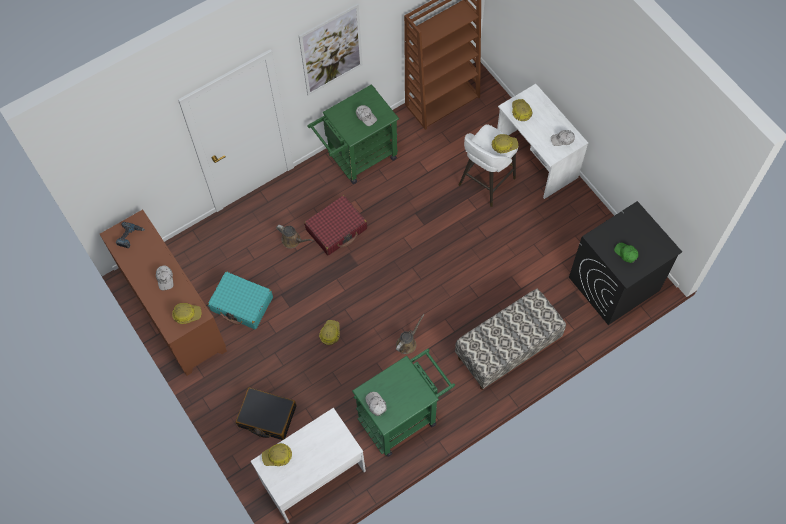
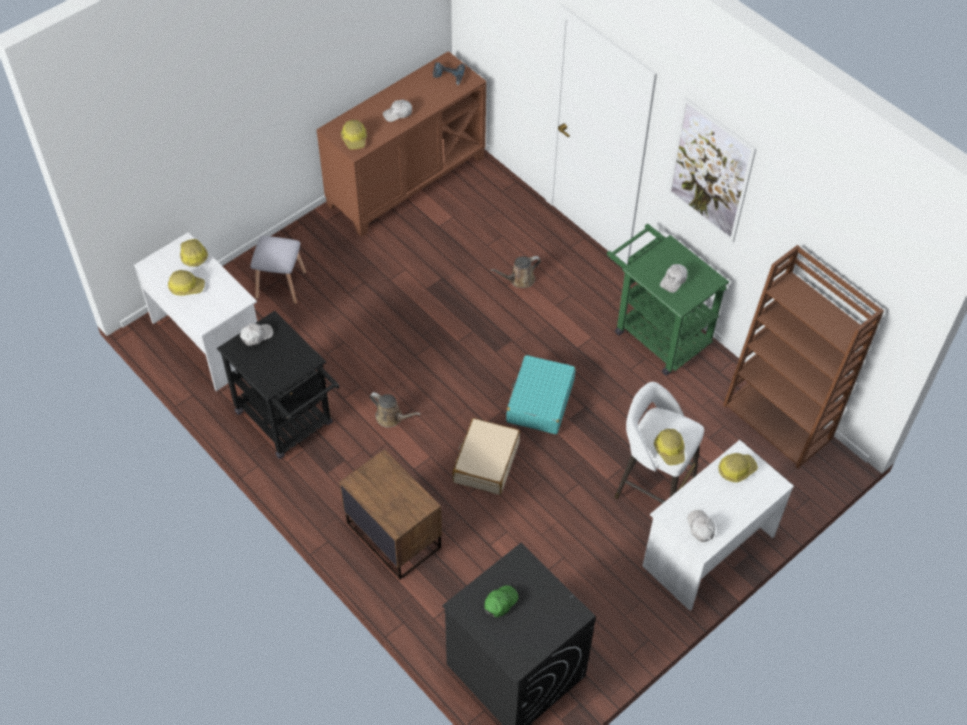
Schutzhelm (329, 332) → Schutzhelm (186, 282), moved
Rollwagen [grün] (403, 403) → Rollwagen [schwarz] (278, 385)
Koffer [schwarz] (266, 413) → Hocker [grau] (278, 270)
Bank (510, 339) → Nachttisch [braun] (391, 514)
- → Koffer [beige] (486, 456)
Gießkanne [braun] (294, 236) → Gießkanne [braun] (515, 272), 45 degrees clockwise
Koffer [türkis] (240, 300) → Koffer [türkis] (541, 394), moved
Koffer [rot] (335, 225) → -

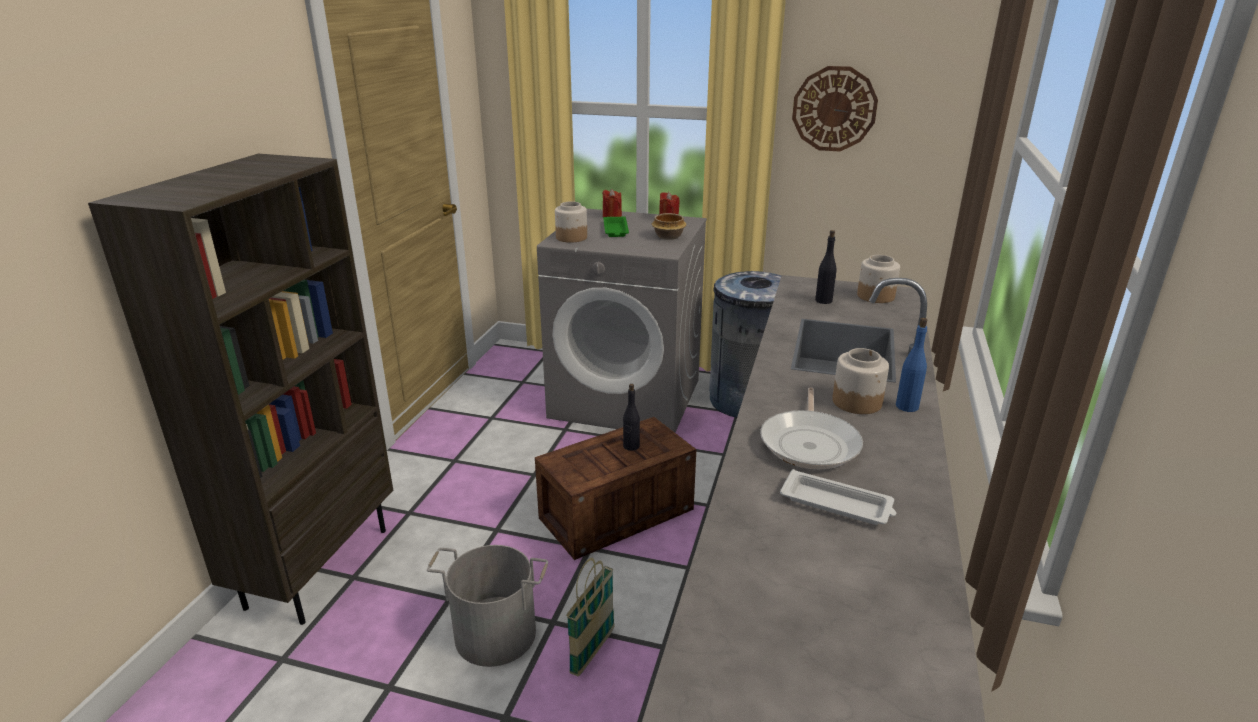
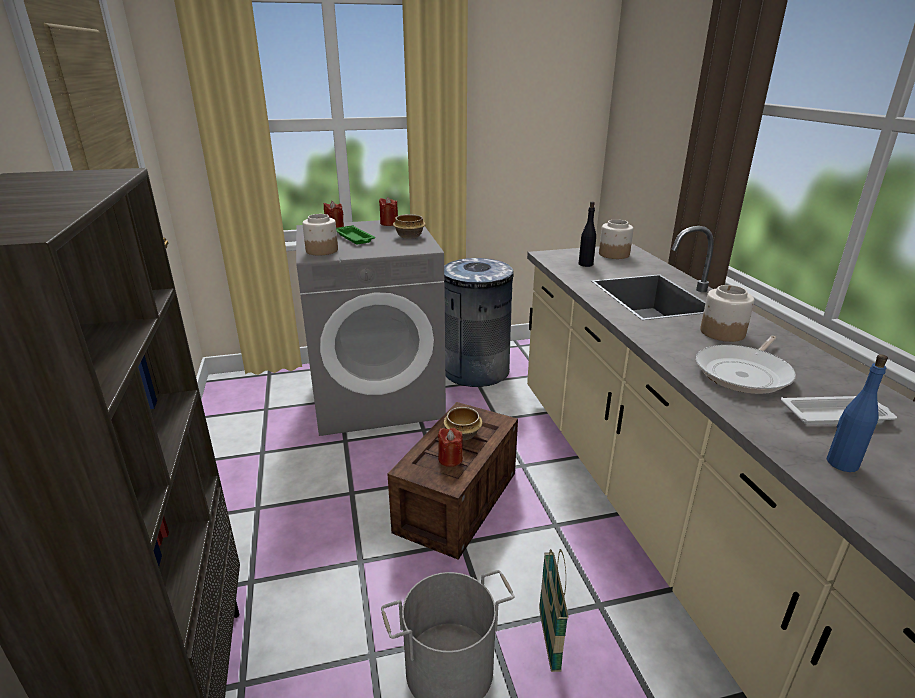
- → Kerze [rot] (450, 447)
Flasche [schwarz] (631, 417) → Schüssel (463, 423)
Pfanne (811, 428) → Pfanne (746, 365), 60 degrees clockwise
Flasche [blau] (911, 365) → Flasche [blau] (857, 413), moved
Wanduhr (835, 108) → -

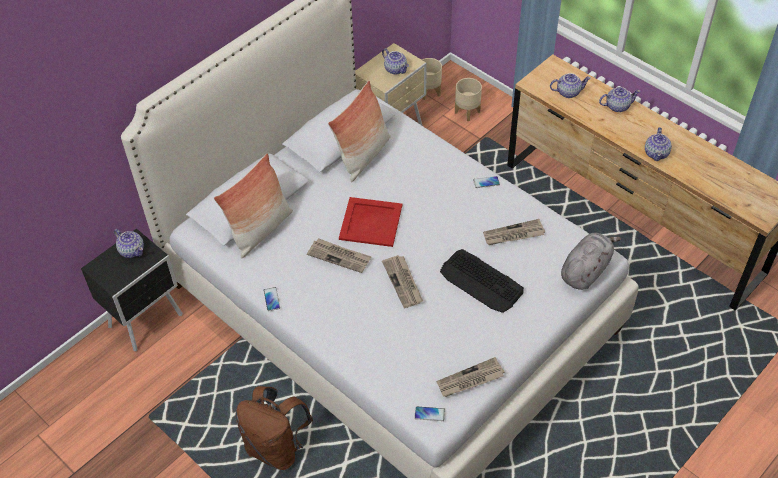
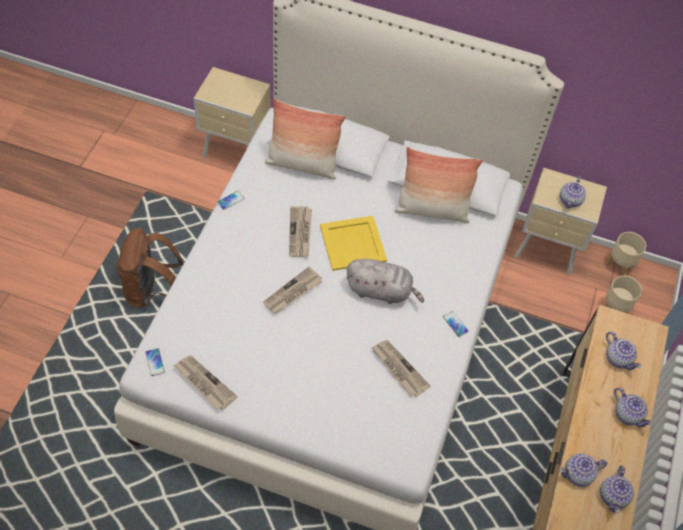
Nachttisch [schwarz] (131, 290) → Nachttisch [beige] (232, 112)
Tablett [rot] (370, 222) → Tablett [gelb] (353, 243)
Plüschtier [grau] (591, 261) → Plüschtier [grau] (385, 281), moved
Teekanne (129, 243) → Teekanne (617, 489), moved
Tastatur (482, 281) → -

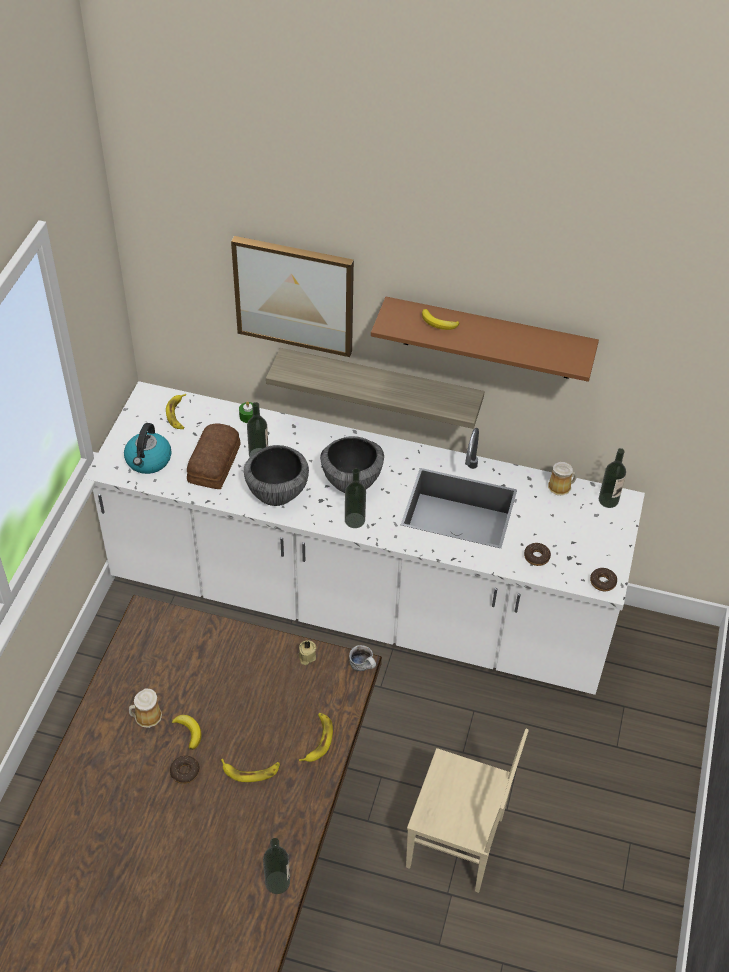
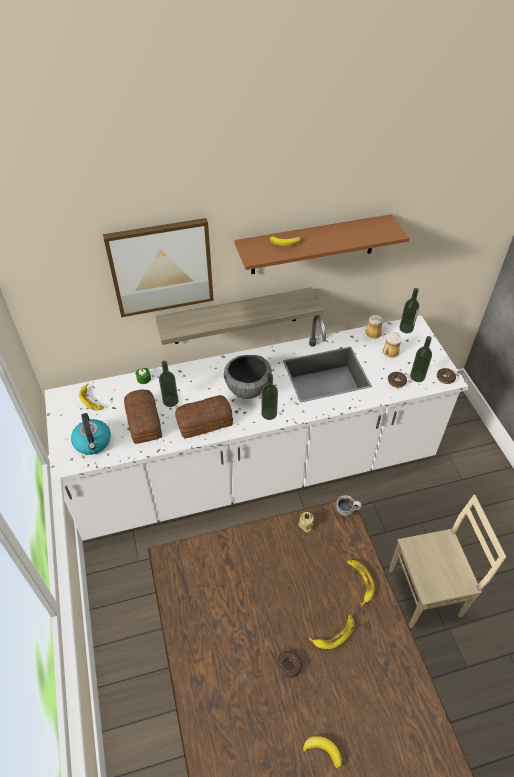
Schüssel (276, 475) → Brot (204, 417)
Banane (186, 732) → Banane (322, 752), moved
Henkelbecher (145, 708) → Henkelbecher (391, 345), moved
Flasche (276, 866) → Flasche (421, 359), moved

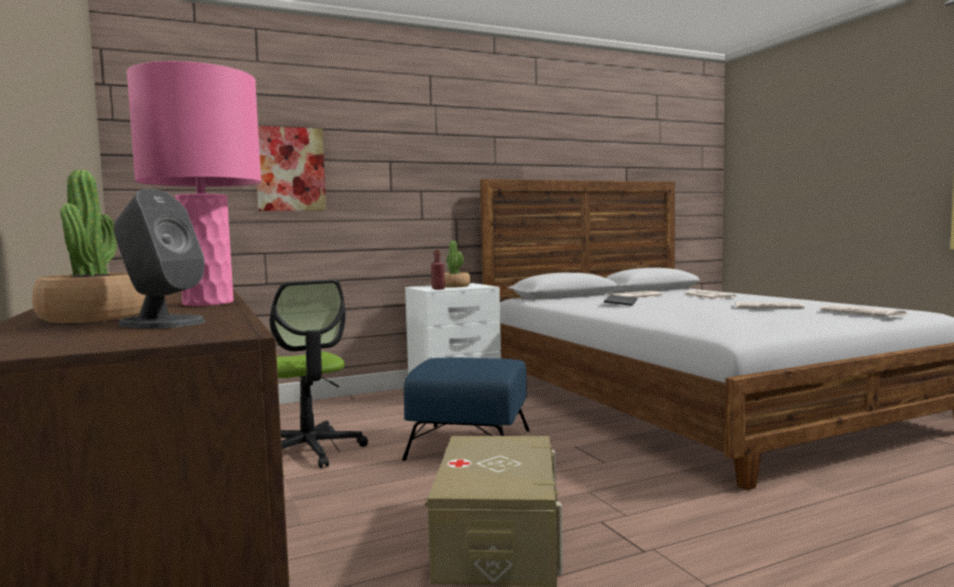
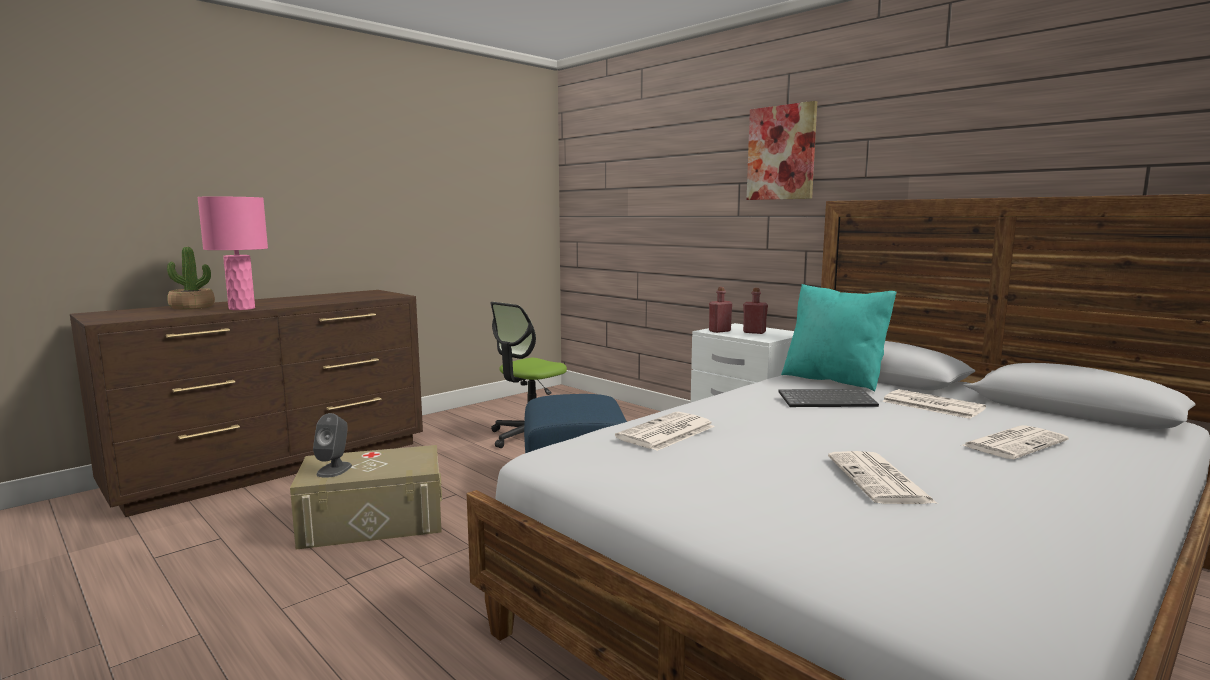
Lautsprecher [grau] (160, 258) → Lautsprecher [grau] (332, 445), moved
Zeitung (863, 311) → Zeitung (665, 431), moved
Topfpflanze (457, 264) → Flasche [rot] (755, 311)
Bild (291, 168) → Bild (782, 150), moved
- → Kissen [türkis] (839, 337)

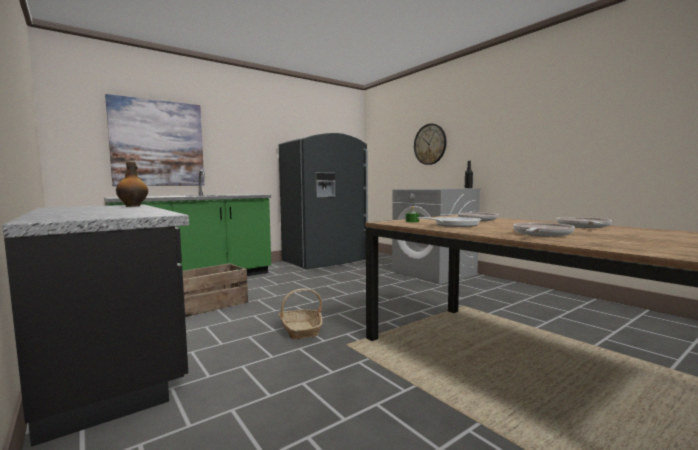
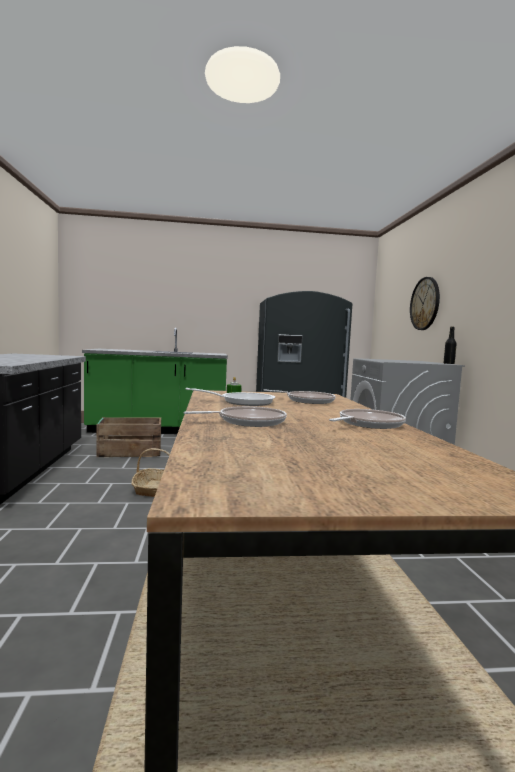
Bild (154, 140) → -
Flasche (132, 184) → -

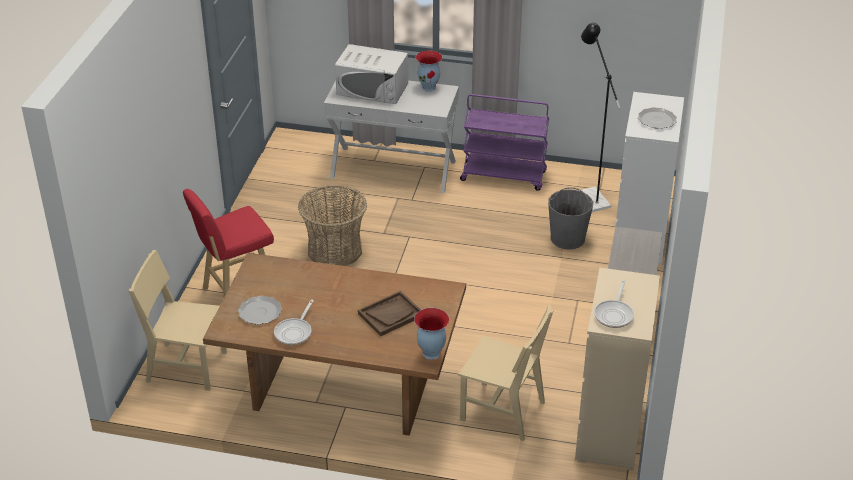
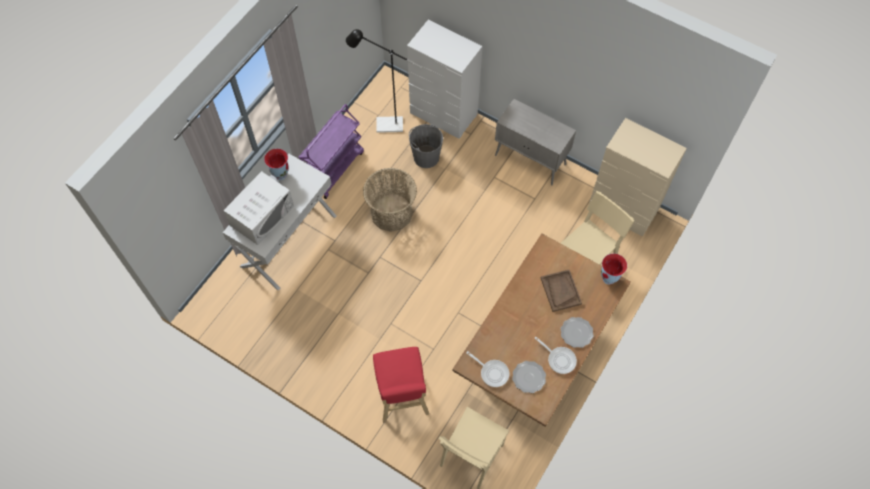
Korb (332, 225) → Korb (390, 200), moved
Pfanne (614, 304) → Pfanne (487, 369), moved
Teller (657, 118) → Teller (577, 332), moved

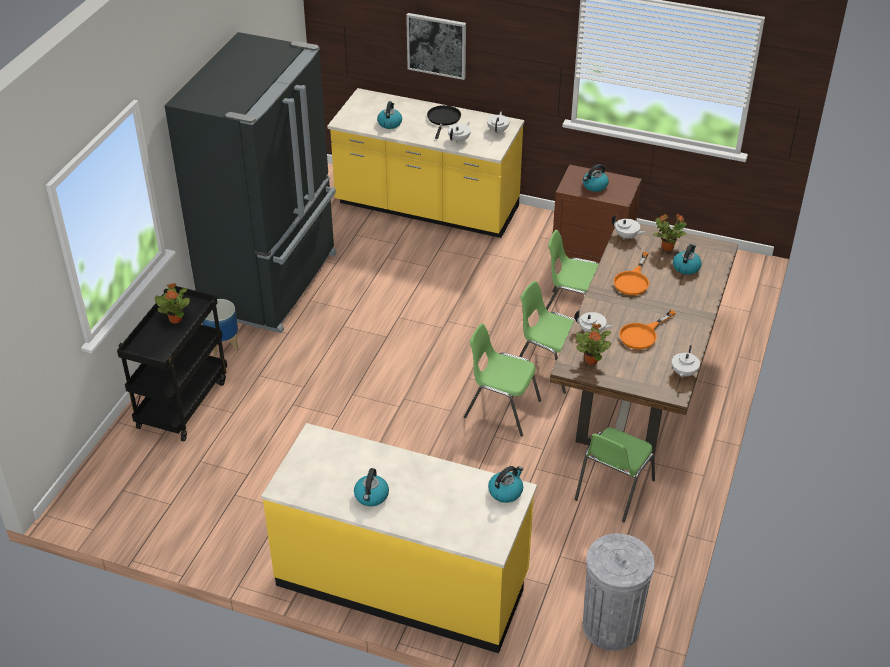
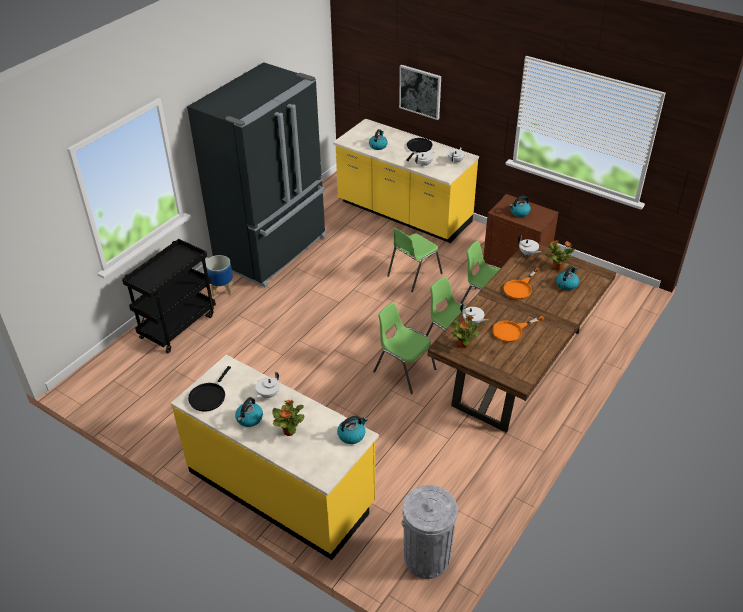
- → Pfanne [schwarz] (209, 388)
Teekanne [weiß] (686, 361) → Teekanne [weiß] (267, 385), moved
Topfpflanze (172, 303) → Topfpflanze (288, 417), moved
Stuhl [grün] (615, 474) → Stuhl [grün] (415, 259), moved

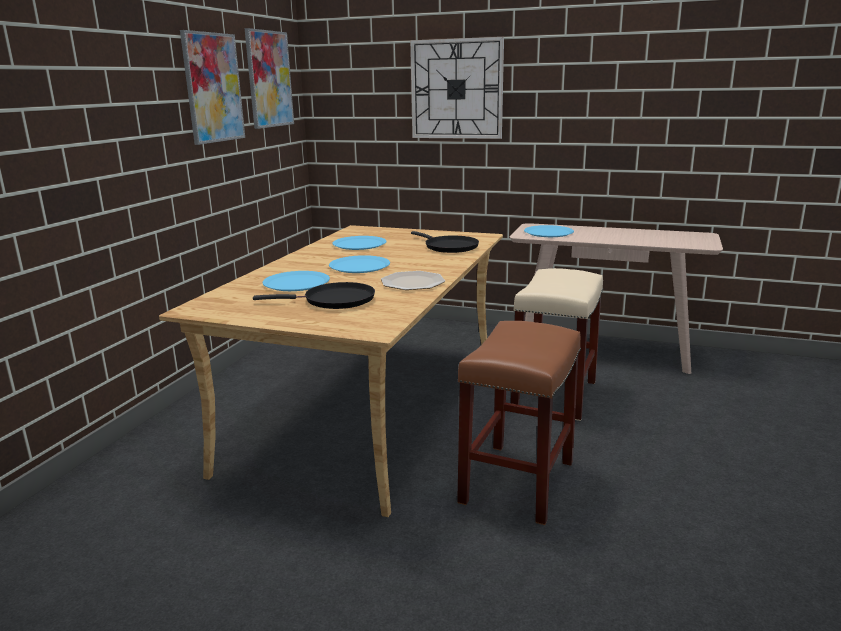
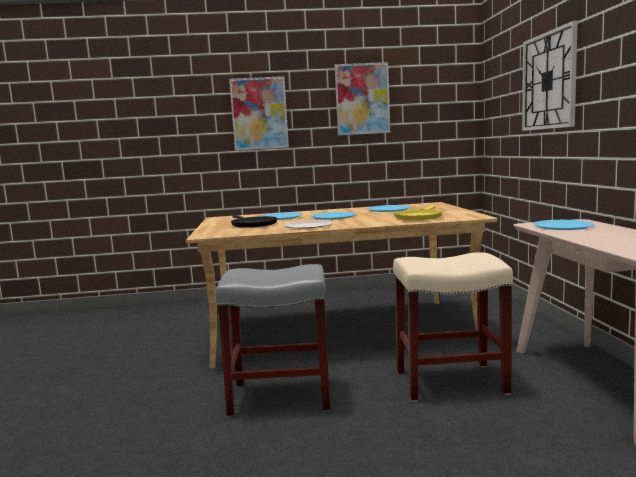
Hocker [braun] (519, 423) → Hocker [grau] (273, 340)
Bild (269, 78) → Bild (259, 113), moved
Pfanne [schwarz] (445, 242) → Pfanne [gelb] (418, 213)

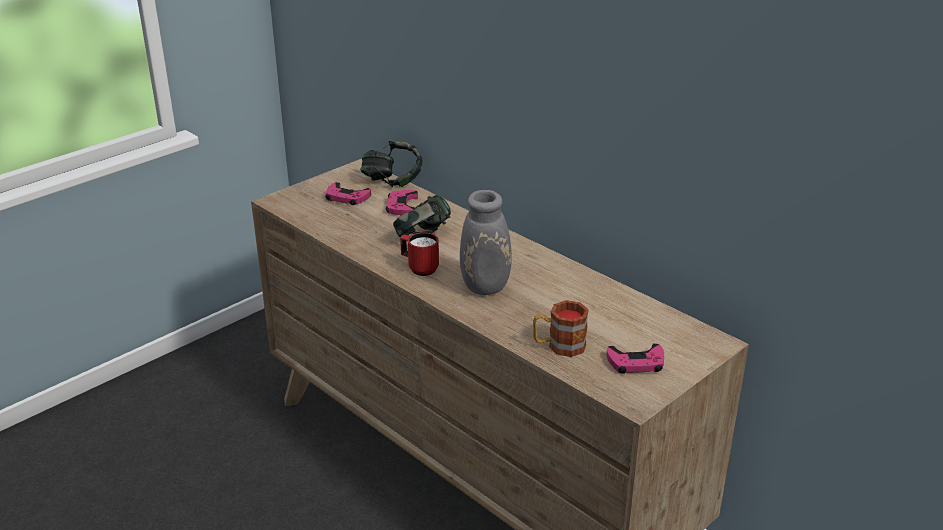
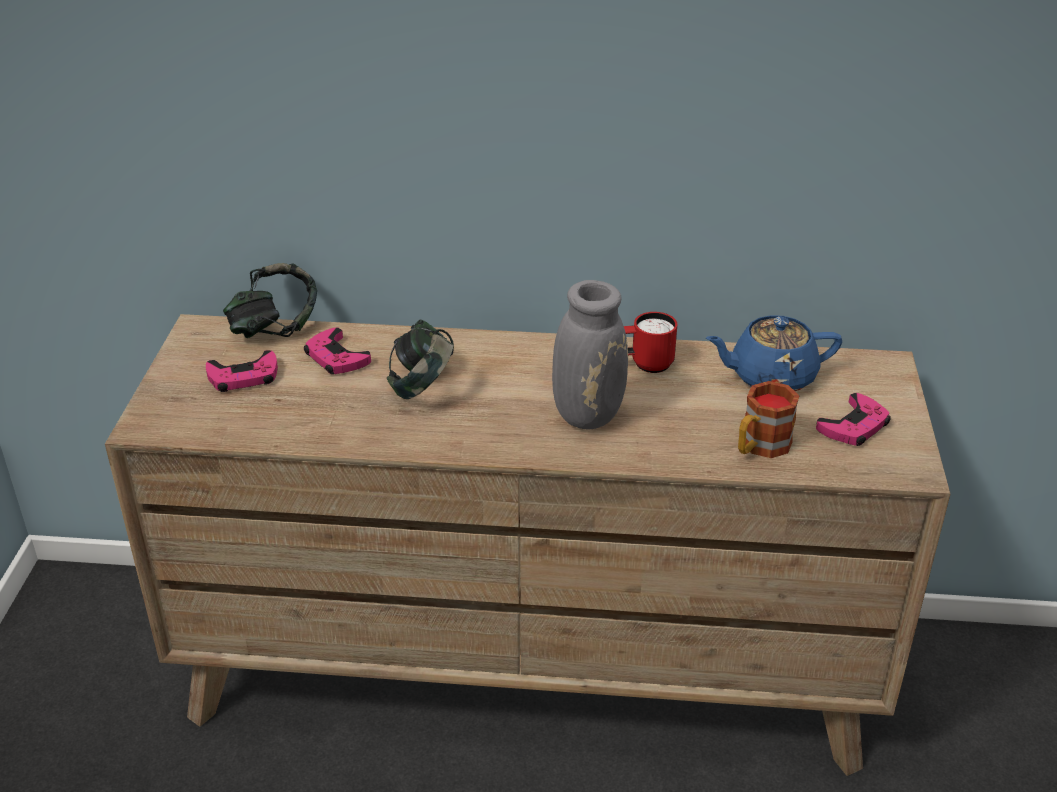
Henkelbecher [rot] (419, 254) → Henkelbecher [rot] (651, 342), moved
- → Teekanne [blau] (774, 353)

